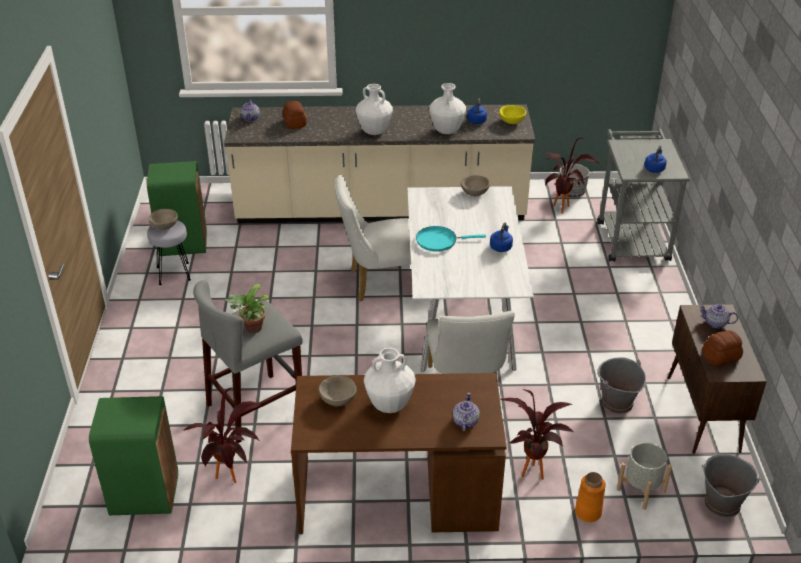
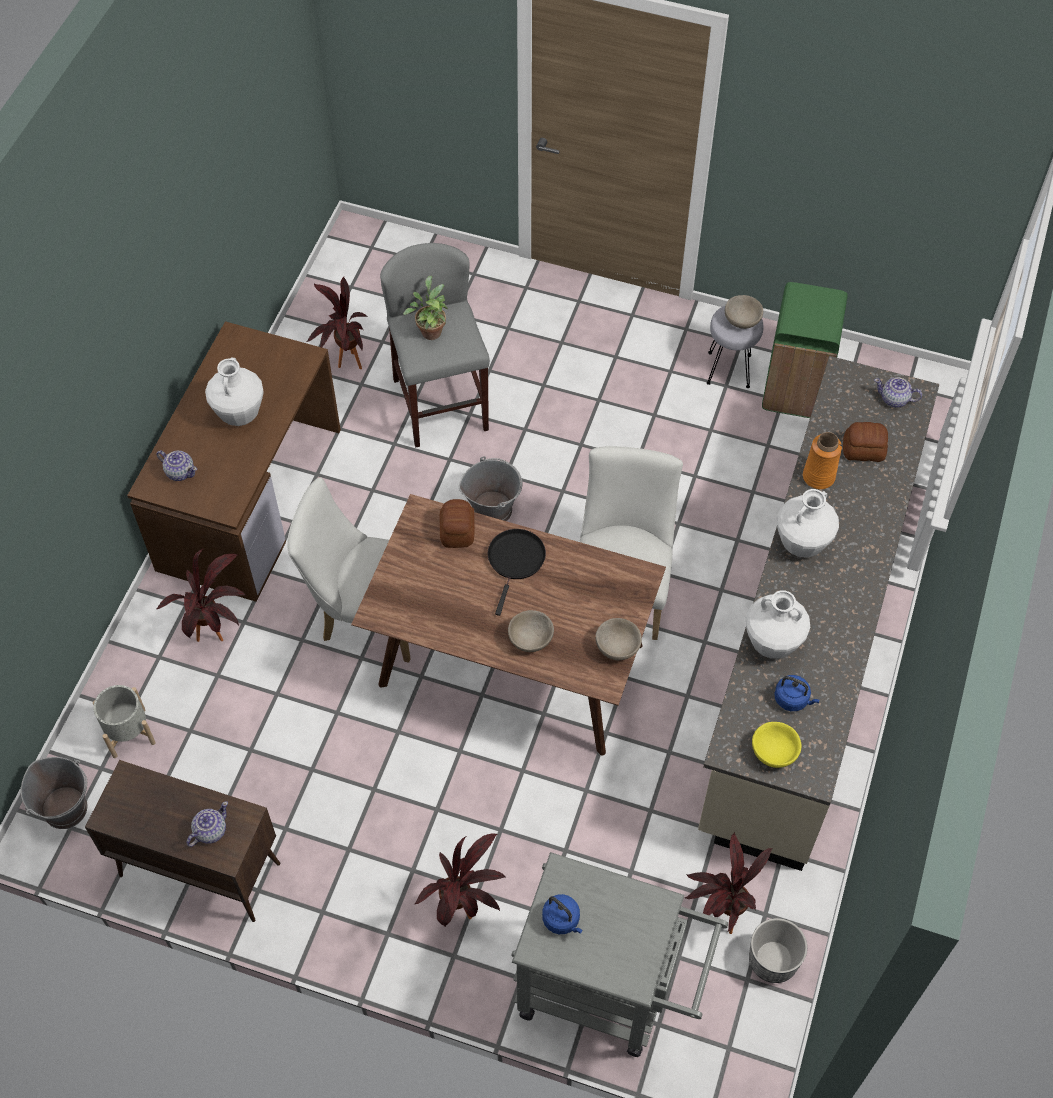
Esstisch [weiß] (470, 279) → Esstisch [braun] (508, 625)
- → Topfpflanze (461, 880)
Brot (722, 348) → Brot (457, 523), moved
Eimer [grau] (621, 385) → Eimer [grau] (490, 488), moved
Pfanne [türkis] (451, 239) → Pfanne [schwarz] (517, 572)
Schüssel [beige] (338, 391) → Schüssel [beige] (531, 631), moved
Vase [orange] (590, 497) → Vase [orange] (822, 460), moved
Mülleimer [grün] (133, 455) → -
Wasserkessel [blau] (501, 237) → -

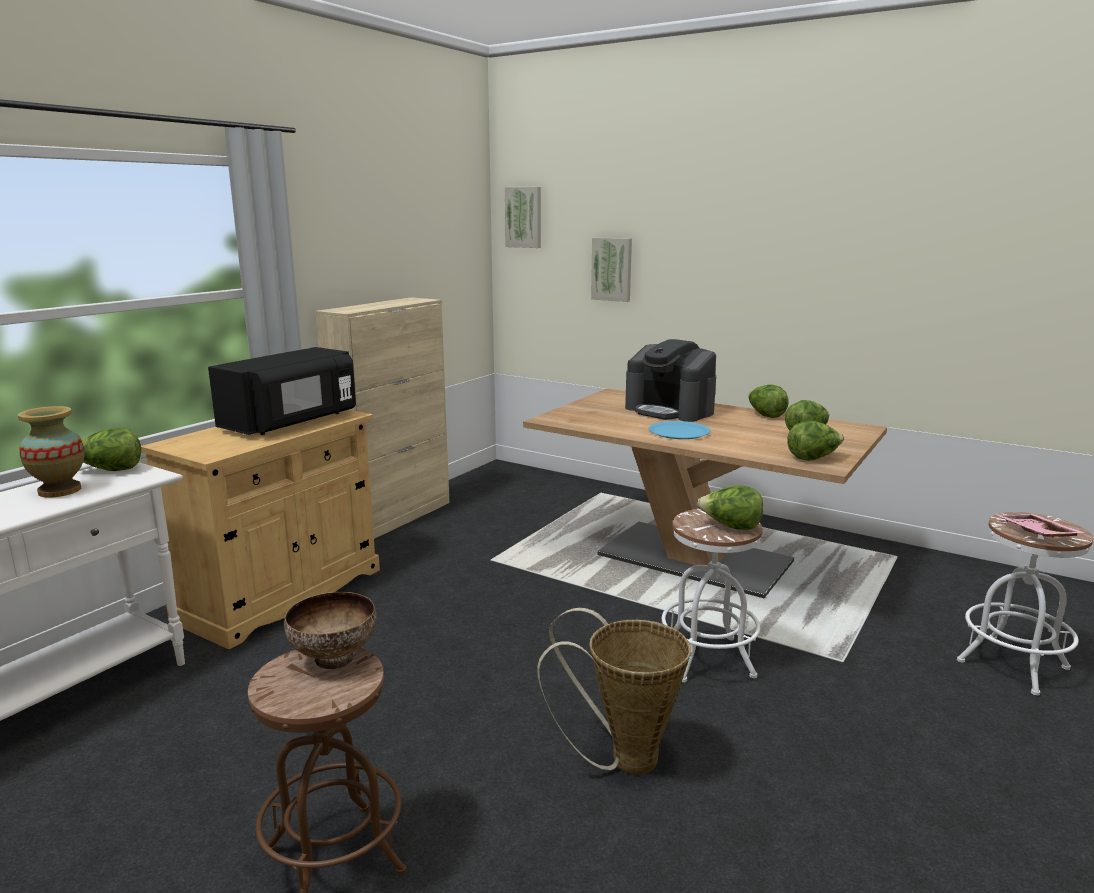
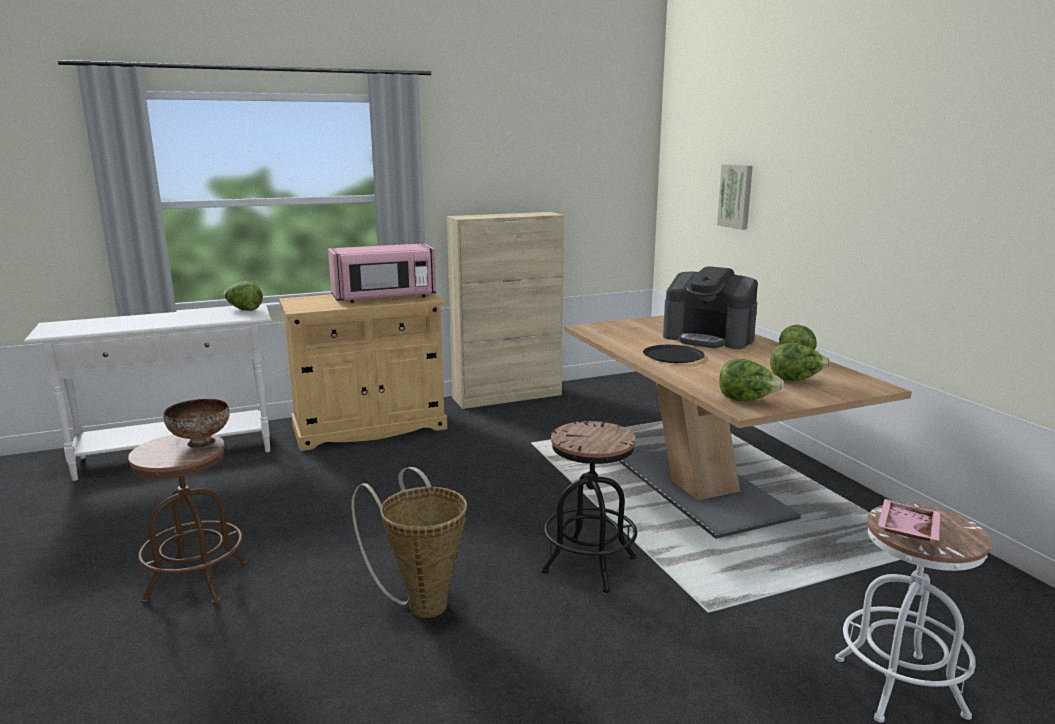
Mikrowelle [schwarz] (282, 391) → Mikrowelle [rosa] (382, 273)
Hocker [weiß] (712, 595) → Hocker [schwarz] (589, 507)
Teller [blau] (679, 430) → Teller [schwarz] (674, 354)
Kaffeemaschine (670, 380) → Kaffeemaschine (710, 307), 45 degrees counterclockwise
Vase (51, 452) → -
Bild (523, 217) → -
Salatkopf (730, 508) → -

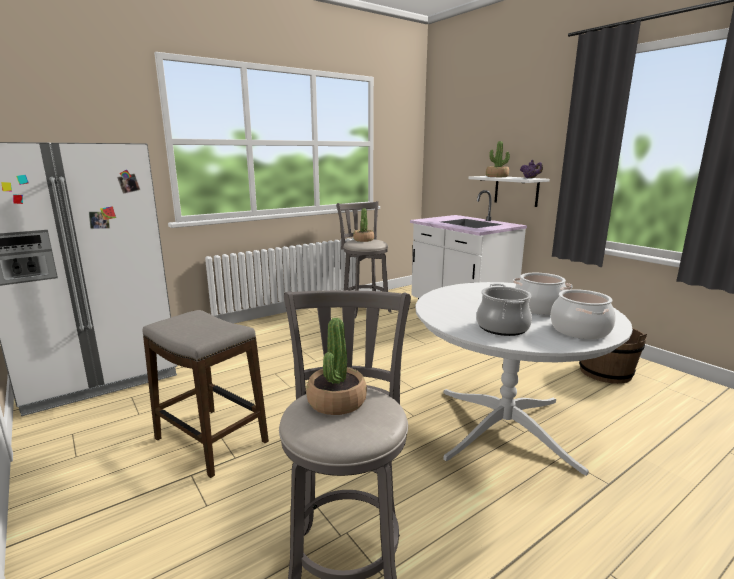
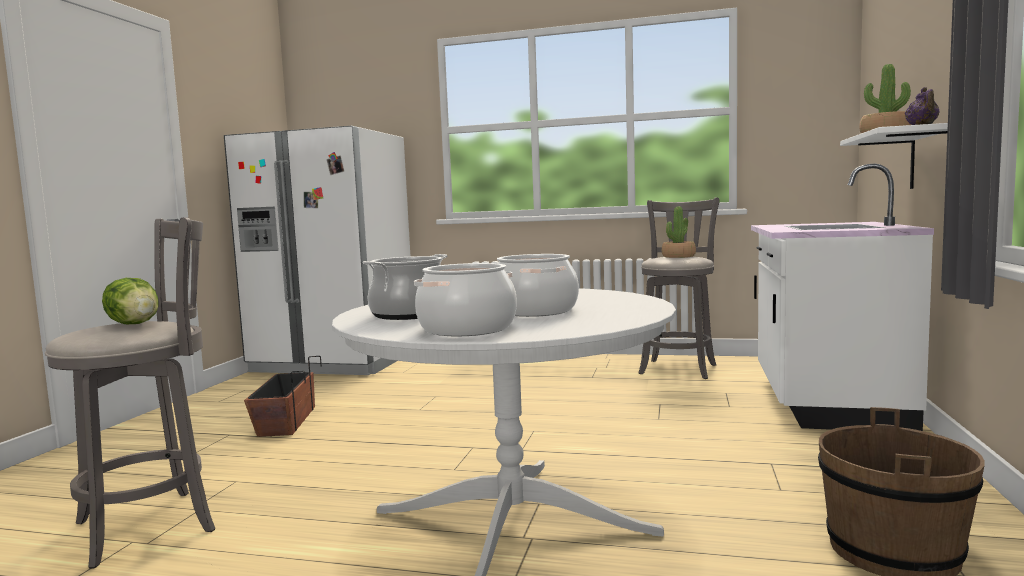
Topfpflanze (336, 366) → Salatkopf (130, 301)
Hocker (205, 394) → Pflanzkübel (283, 396)

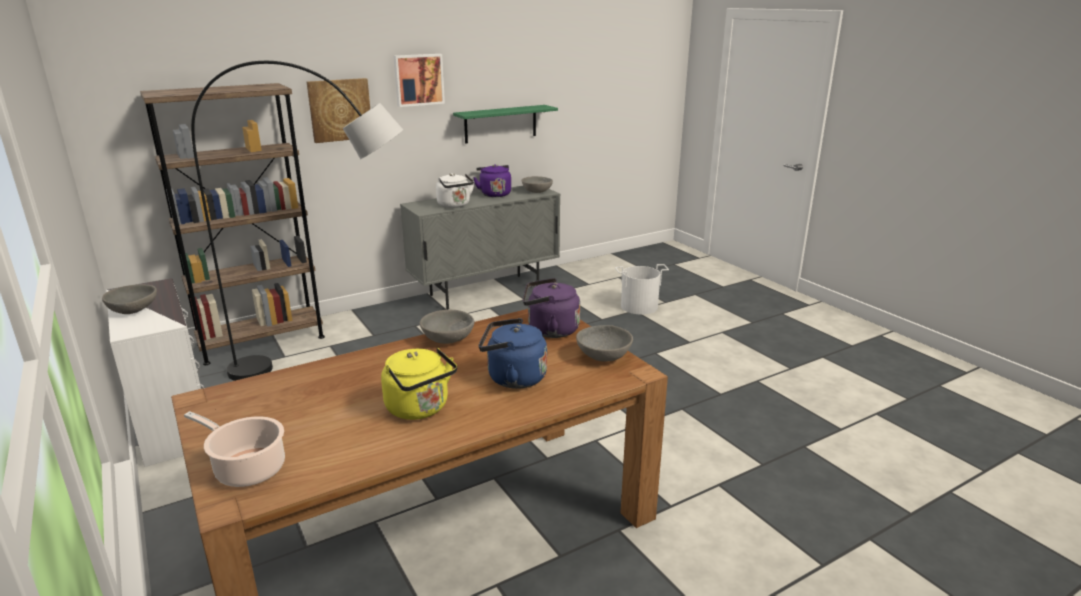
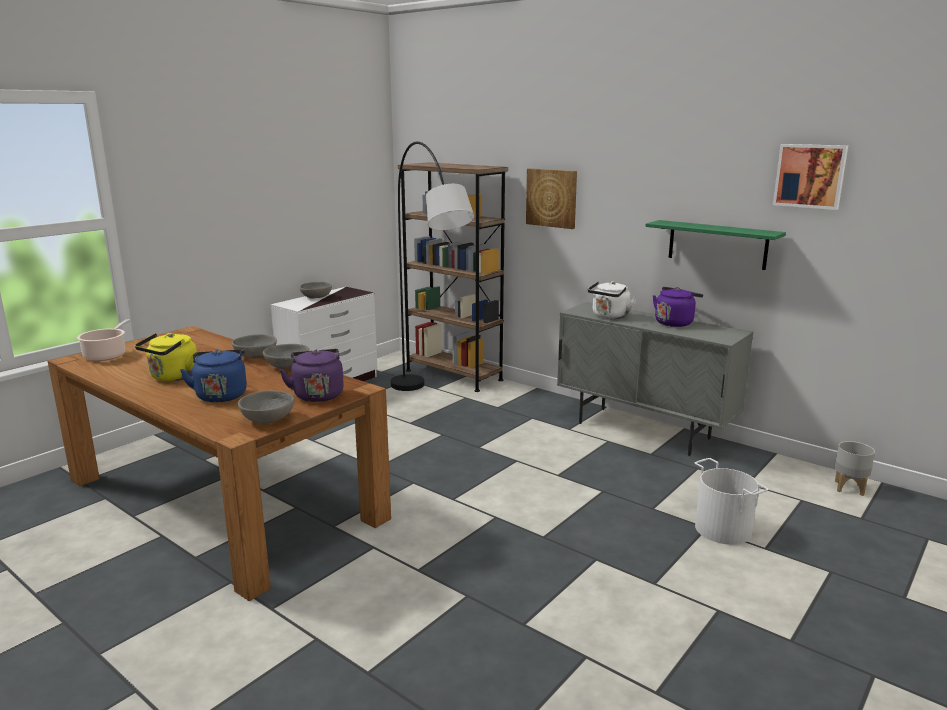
Schüssel [grau] (537, 184) → Schüssel [grau] (254, 346), moved
Bild (419, 80) → Bild (810, 177), moved
- → Pflanzkübel [grau] (855, 468)

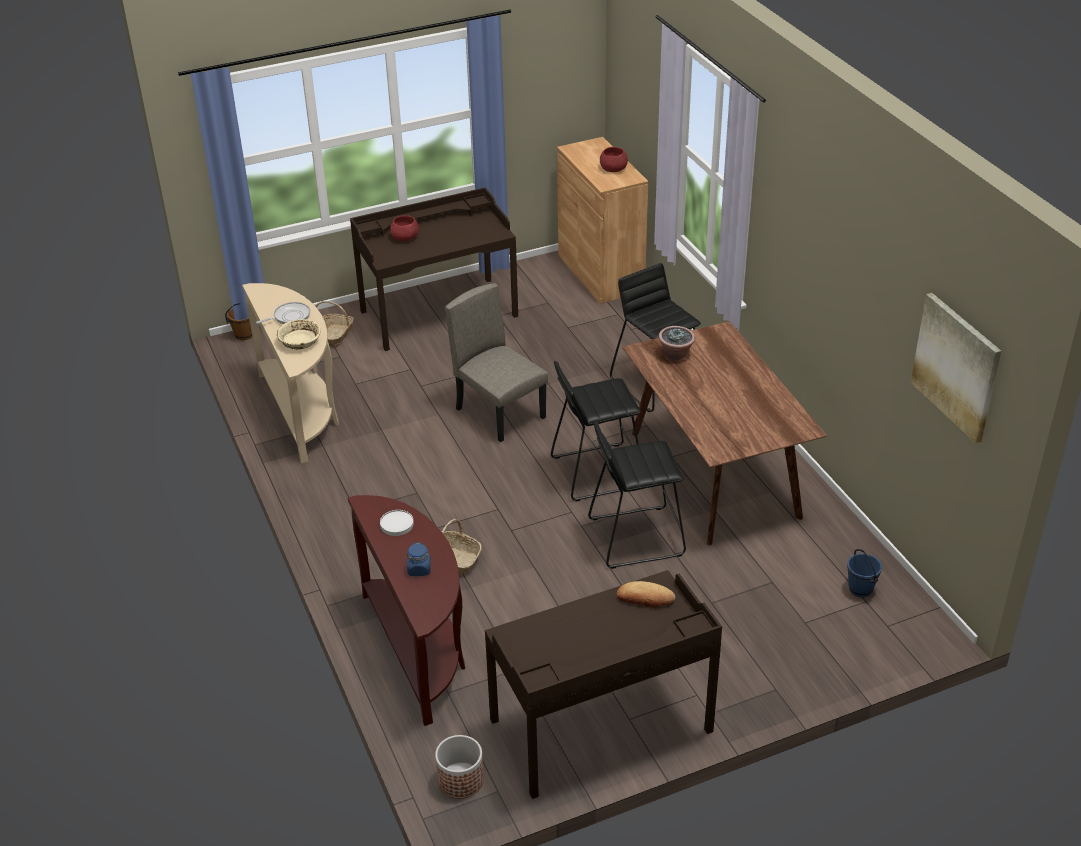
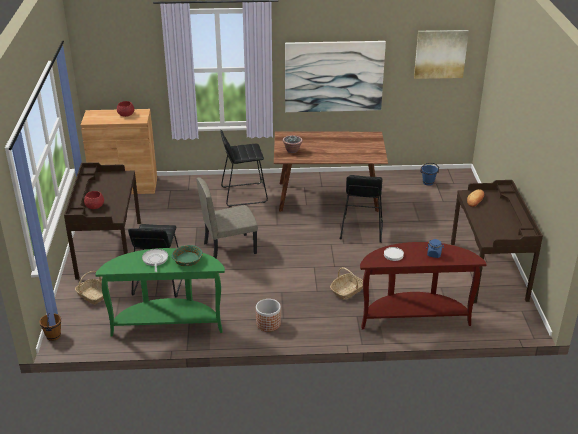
Konsolentisch [beige] (290, 373) → Konsolentisch [grün] (160, 292)
Hocker [schwarz] (596, 431) → Hocker [schwarz] (155, 260), moved
Schüssel [beige] (299, 334) → Schüssel [grün] (187, 255)
Pflanzkübel (459, 767) → Pflanzkübel (268, 315), moved
- → Bild (335, 76)

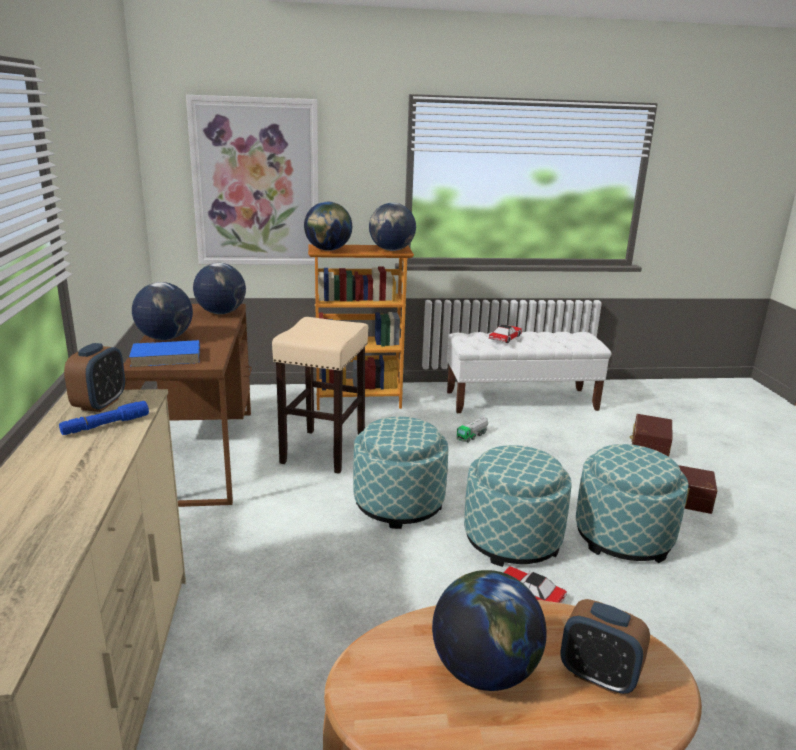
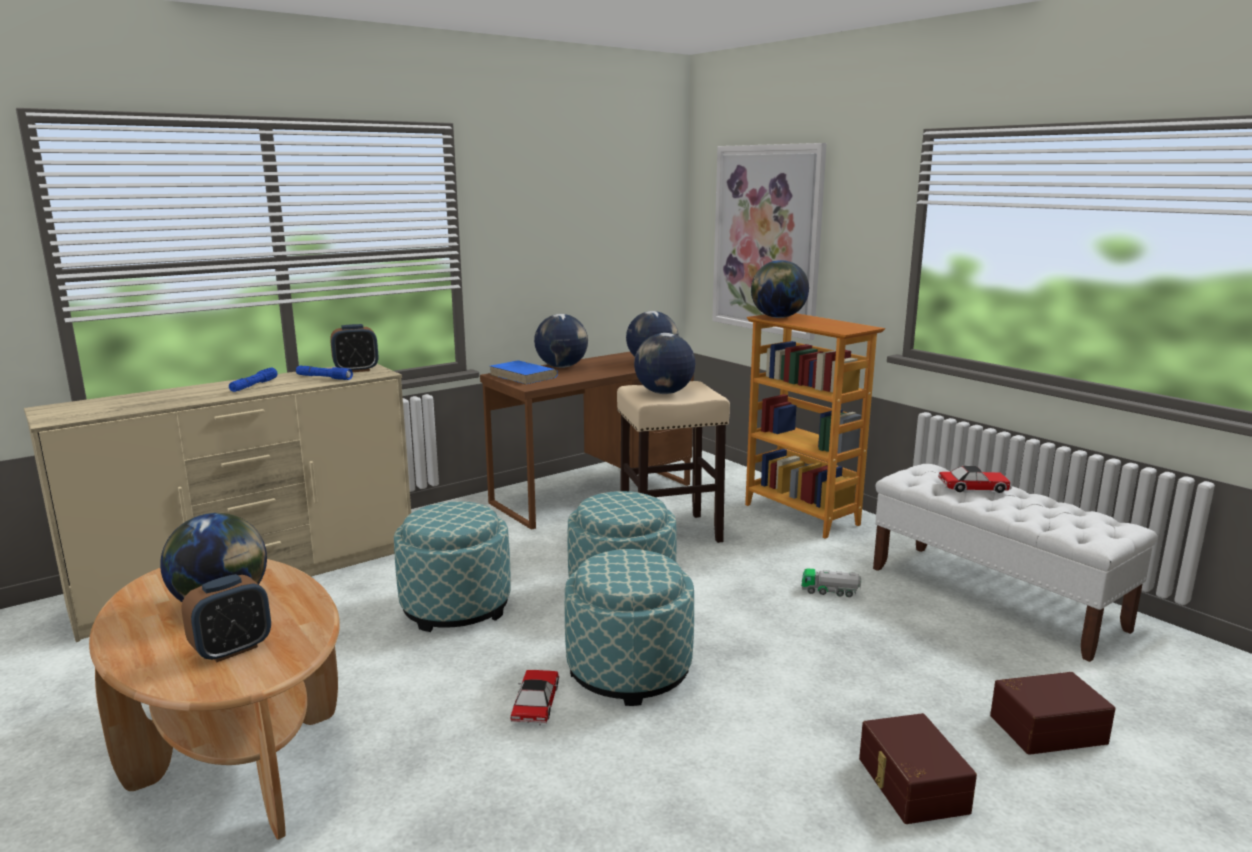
Wecker (605, 646) → Wecker (226, 618), 135 degrees counterclockwise
- → Taschenlampe [blau] (253, 380)
Polsterhocker (632, 503) → Polsterhocker (452, 566), moved
Globus (392, 227) → Globus (664, 363), moved

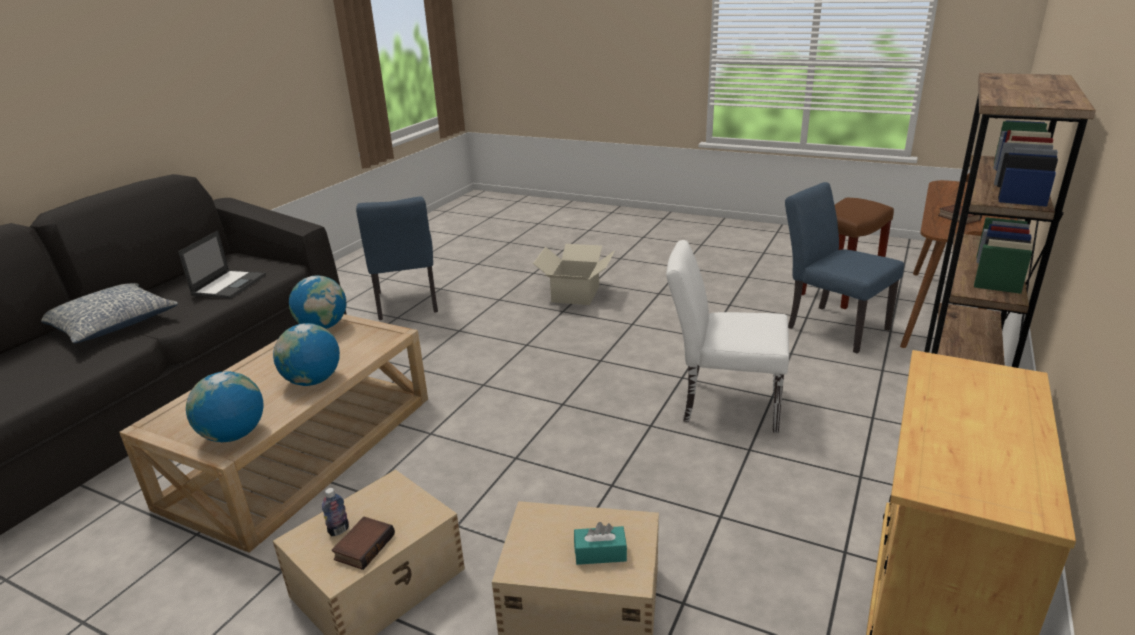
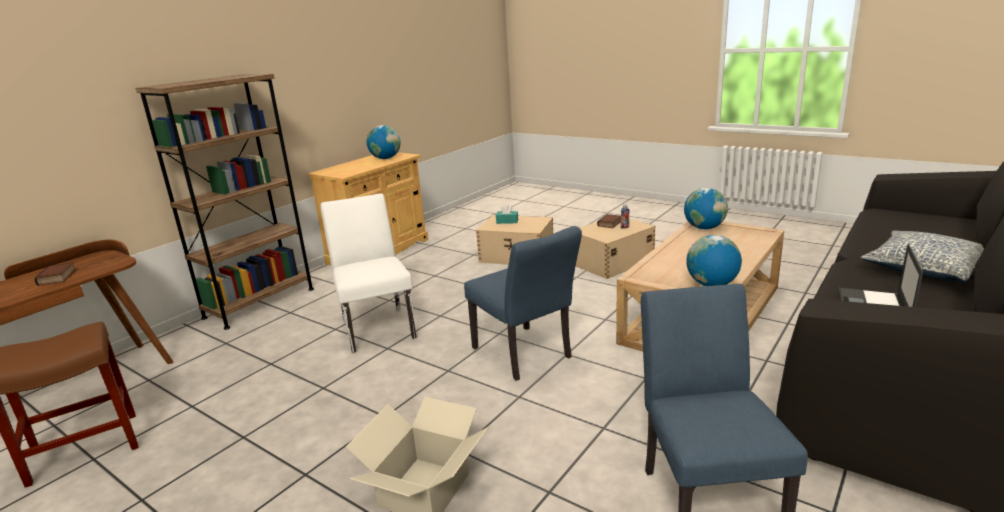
Stuhl [weiß] (727, 336) → Stuhl [weiß] (368, 273), 135 degrees counterclockwise
Globus (306, 354) → Globus (383, 142), moved
Stuhl [blau] (844, 267) → Stuhl [blau] (523, 303), moved

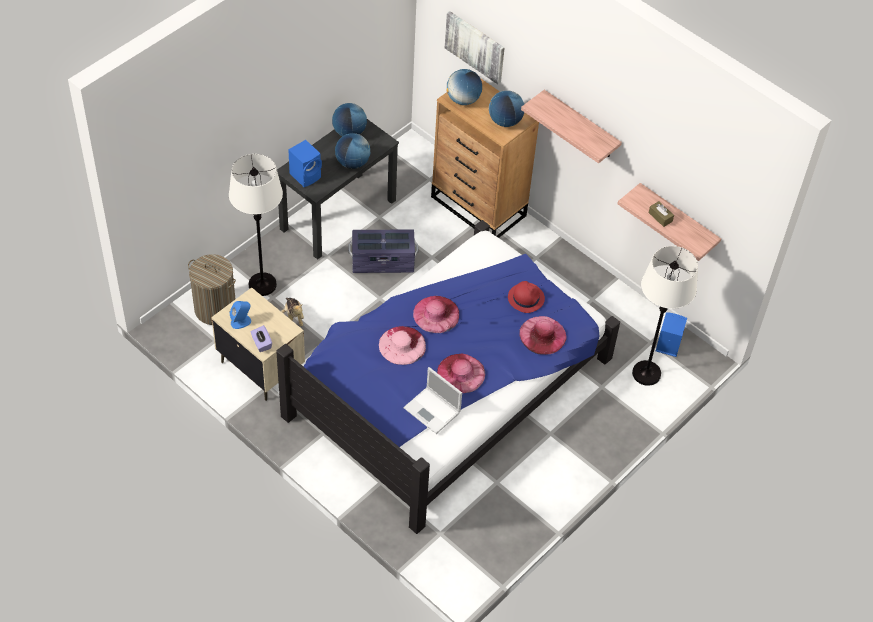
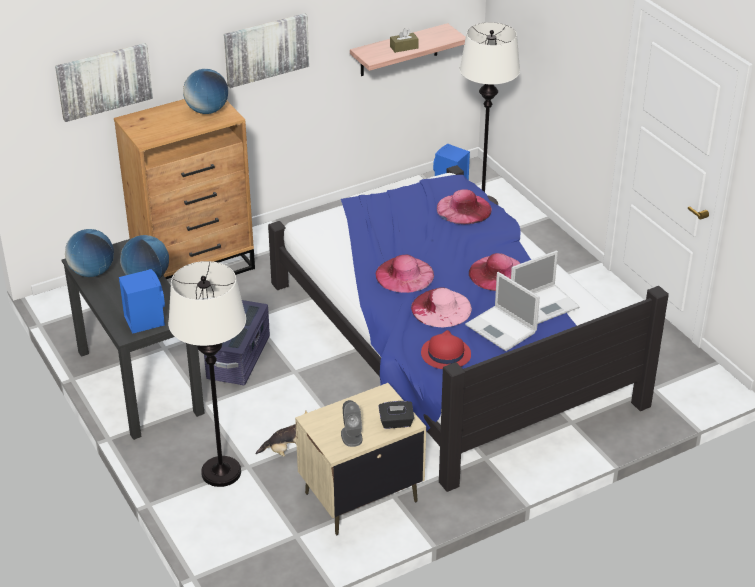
Wandregal (571, 126) → Bild (266, 50)
Lautsprecher [blau] (240, 315) → Lautsprecher [grau] (352, 423)
Taschentuchbox [lila] (261, 338) → Taschentuchbox [schwarz] (396, 415)
Hut [rot] (526, 297) → Hut [rot] (446, 349), moved
- → Laptop (502, 311)
Wäschekorb (212, 289) → -
Globus (464, 87) → -

